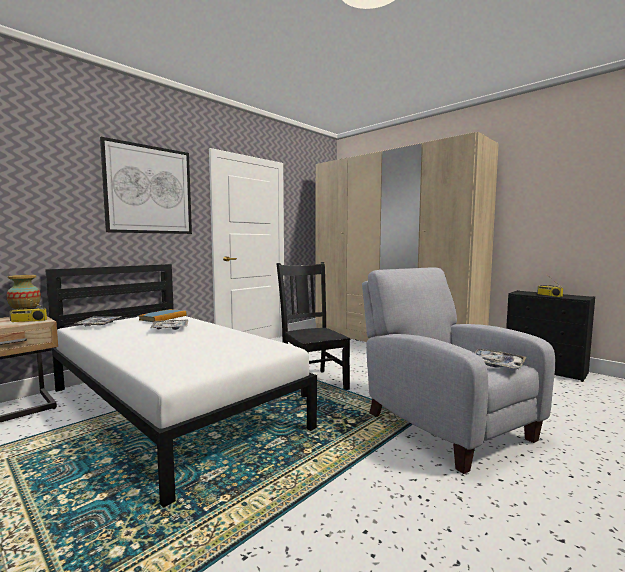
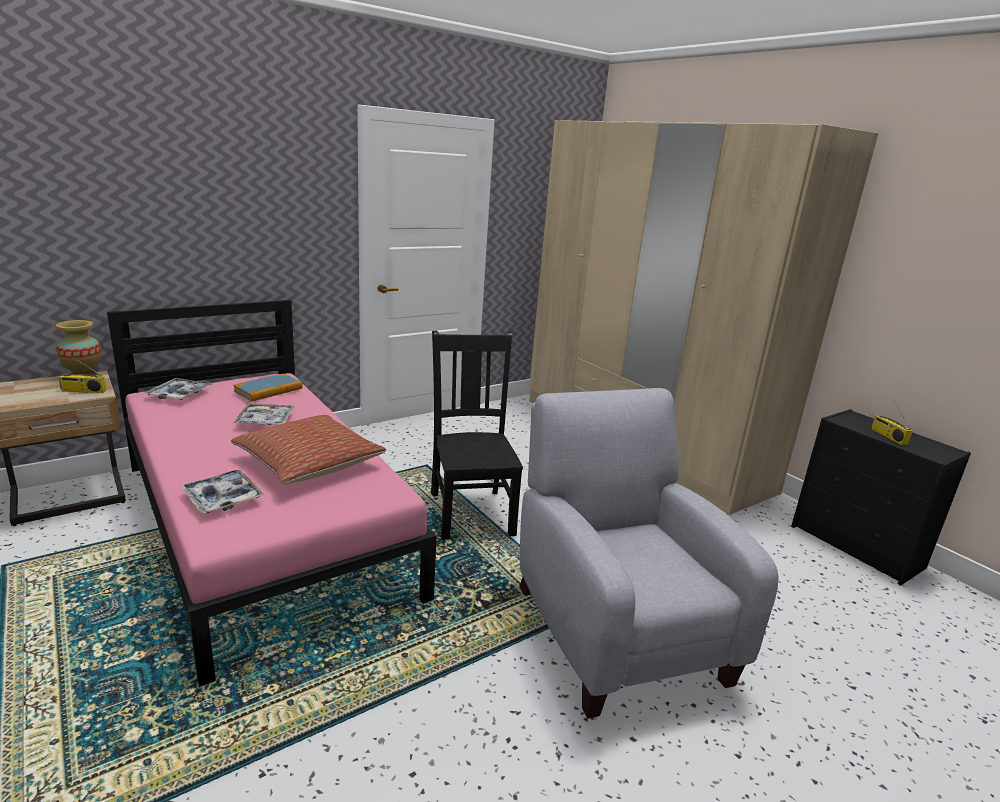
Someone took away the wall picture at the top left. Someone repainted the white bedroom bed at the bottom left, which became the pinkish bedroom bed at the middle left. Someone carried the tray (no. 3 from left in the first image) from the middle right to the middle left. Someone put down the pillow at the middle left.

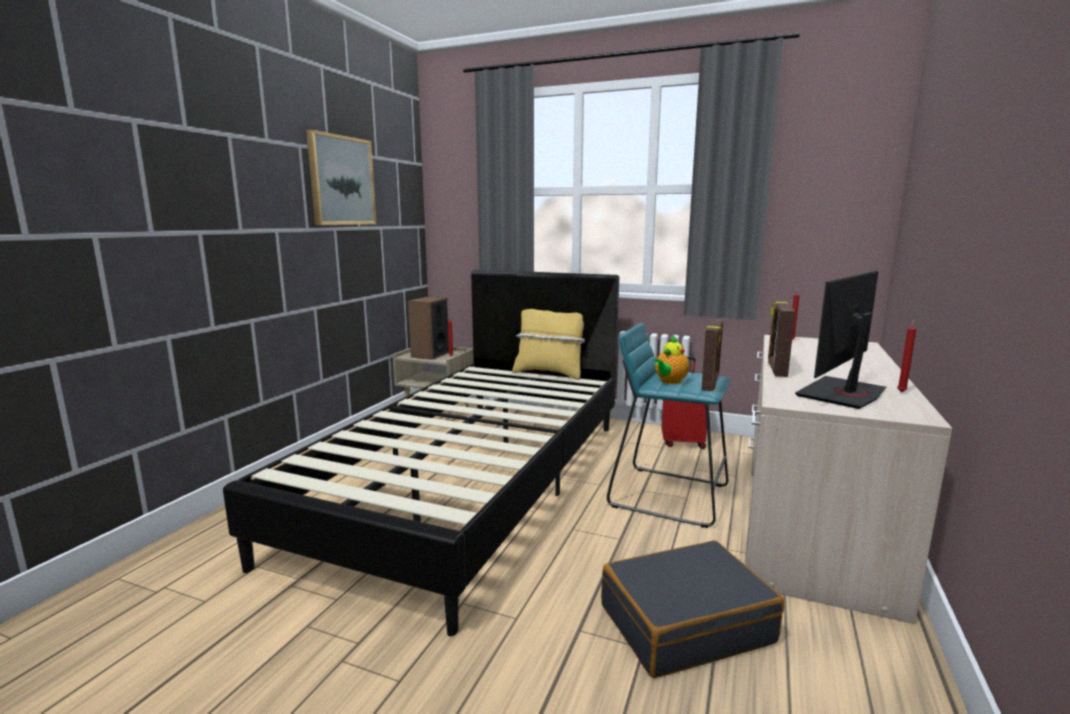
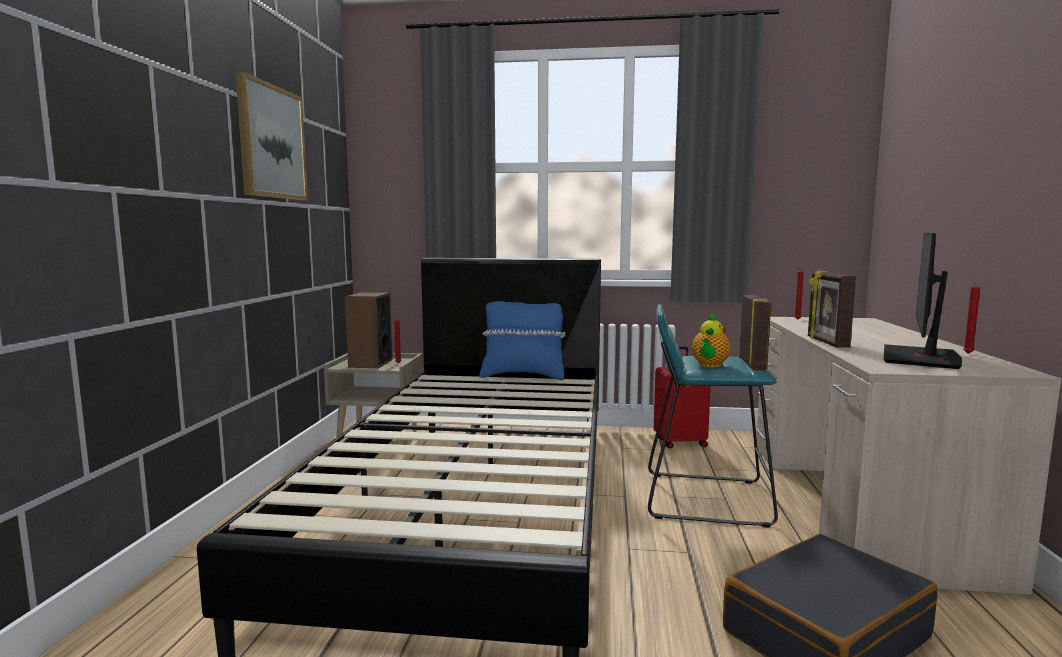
Someone repainted the yellow-coloured pillow at the centre, which became the blue-coloured pillow at the centre.

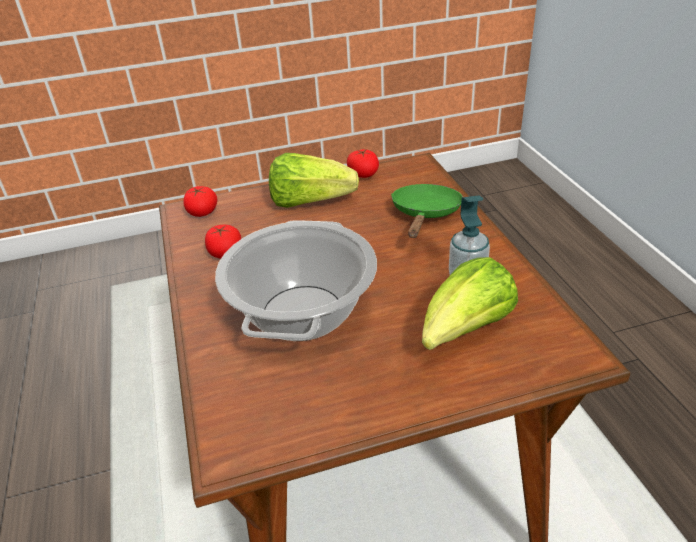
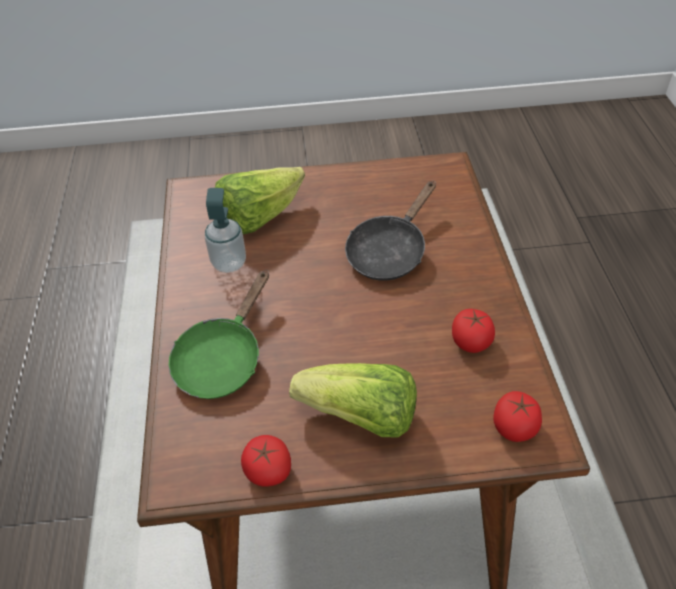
Someone swapped the cooking pot at the centre for the blackish frying pan at the centre.

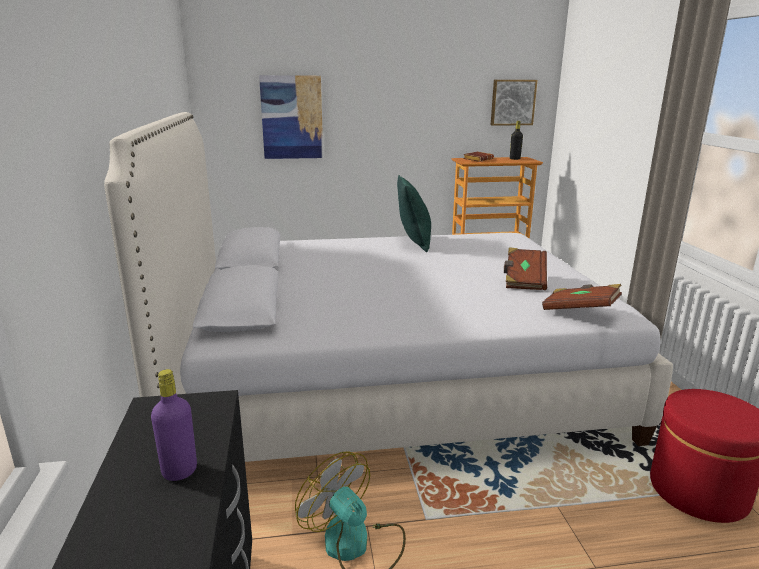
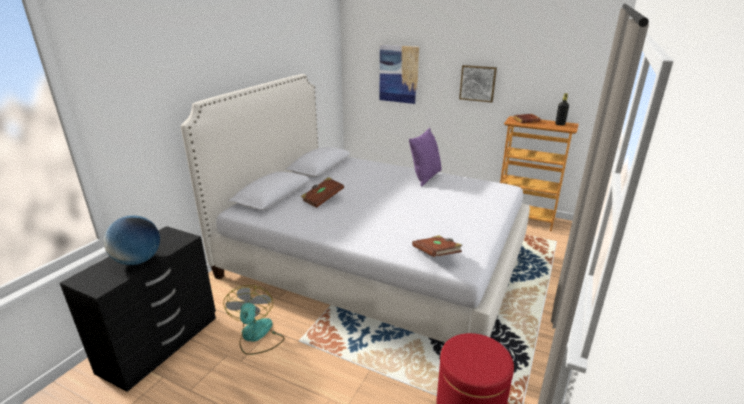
Someone carried the wall picture (no. 2 from left) from the top right to the top centre. Someone repainted the green-coloured pillow at the centre, which became the purplish pillow at the centre. Someone carried the brown-coloured book (no. 2 from left in the first image) from the middle right to the centre. Someone swapped the purplish drink bottle at the bottom left for the globe at the middle left.

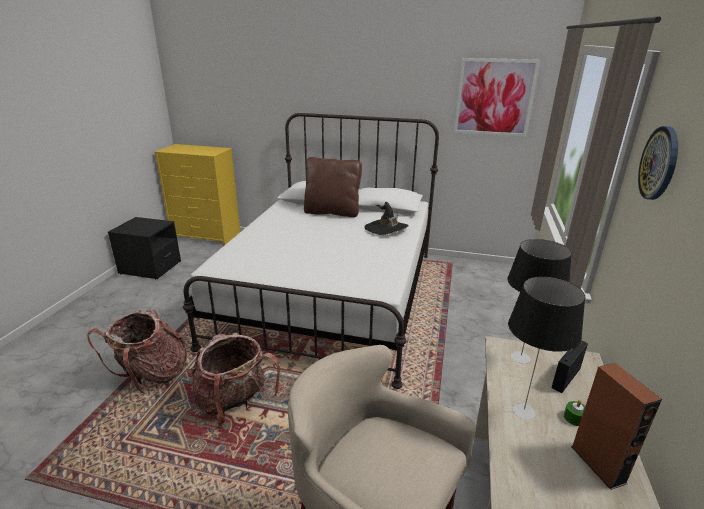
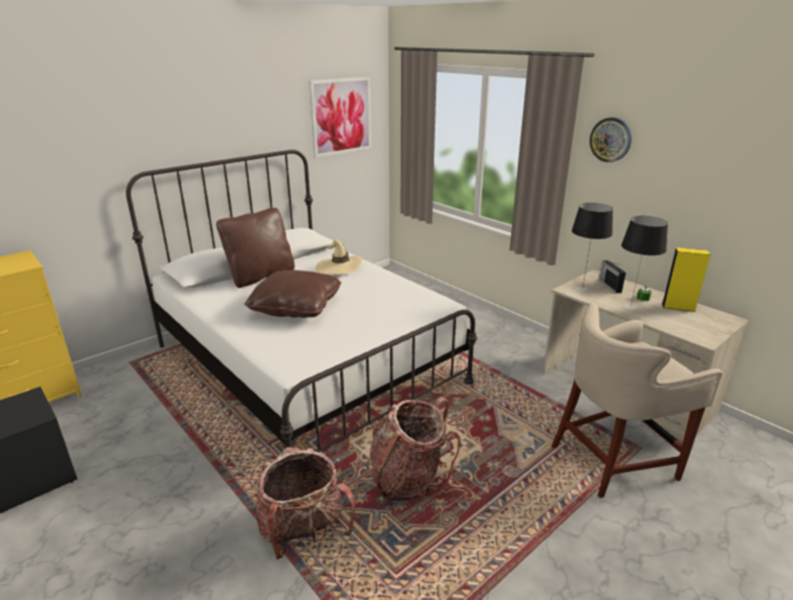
Someone repainted the blackish clothing hat at the centre, which became the beige clothing hat at the centre. Someone repainted the brown-coloured loudspeaker at the bottom right, which became the yellow-coloured loudspeaker at the middle right. Someone put down the brown-coloured pillow (no. 2 from left) at the centre.

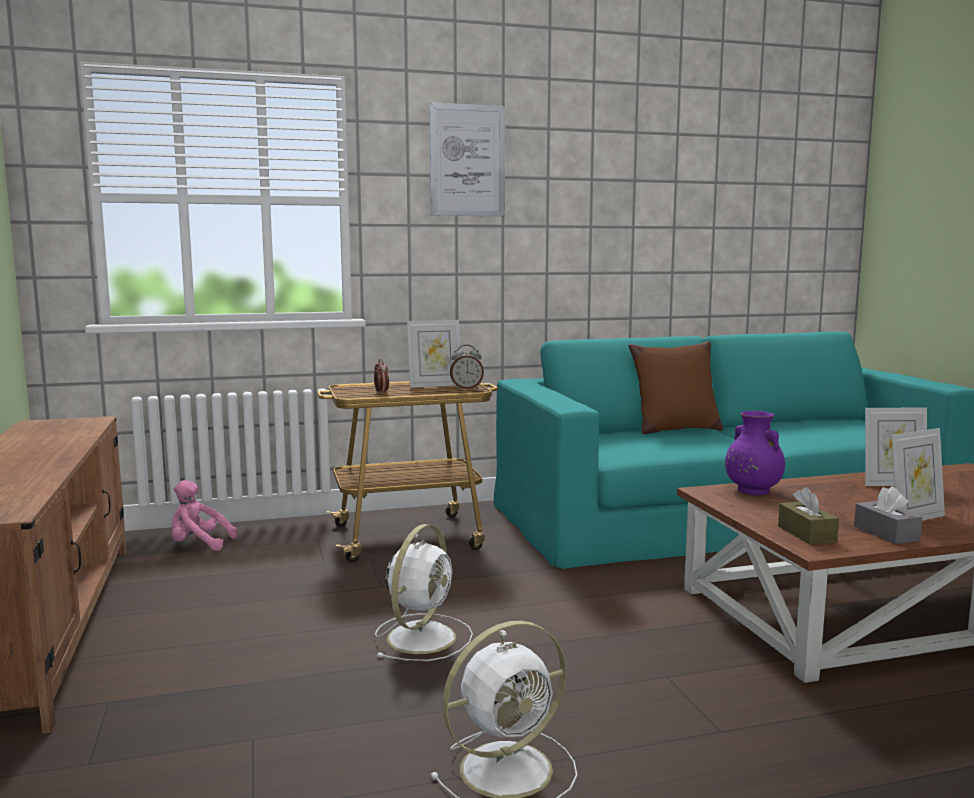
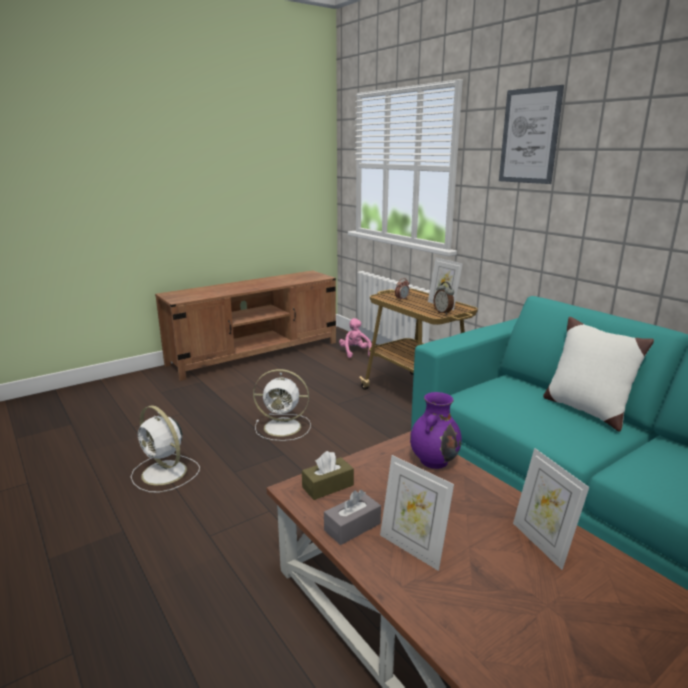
Someone repainted the brown-coloured pillow at the middle right, which became the white pillow at the middle right.

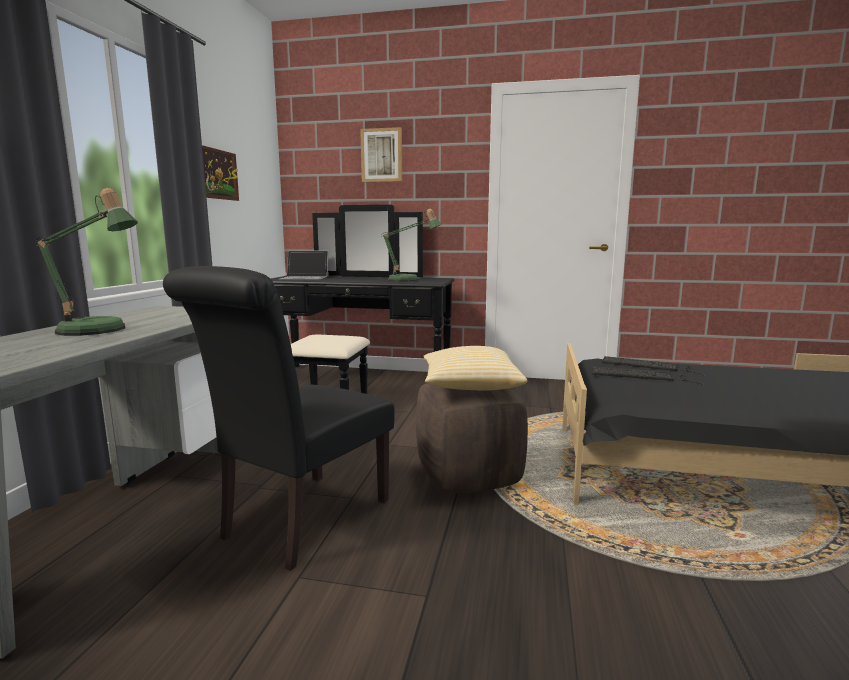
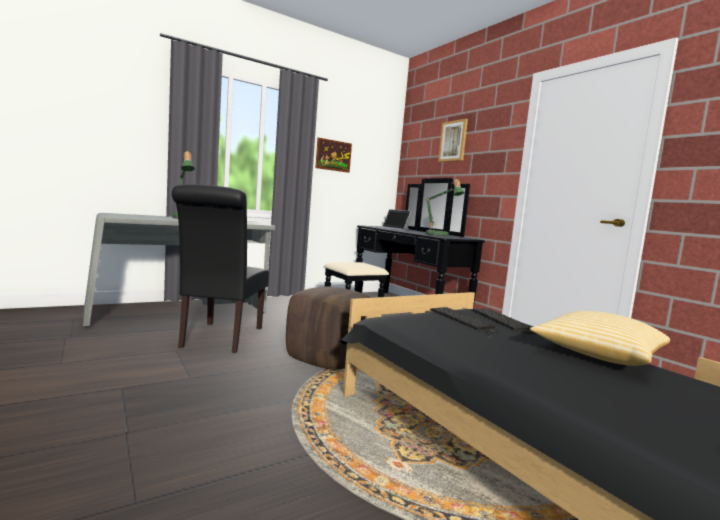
Someone rotated the blackish chair at the middle left by 75 degrees counterclockwise. Someone carried the pillow from the centre to the middle right.

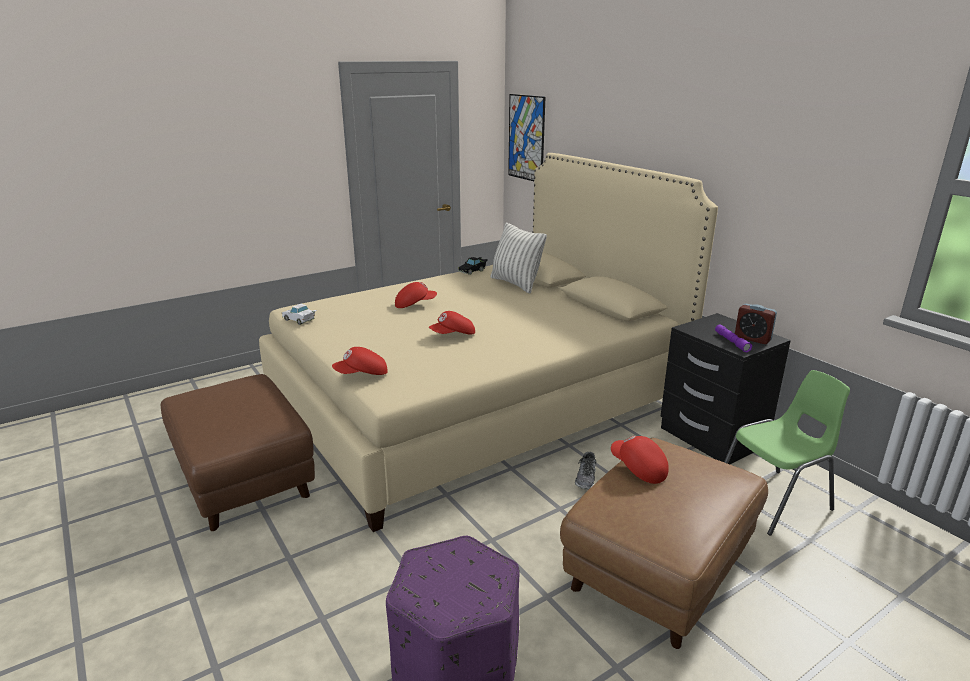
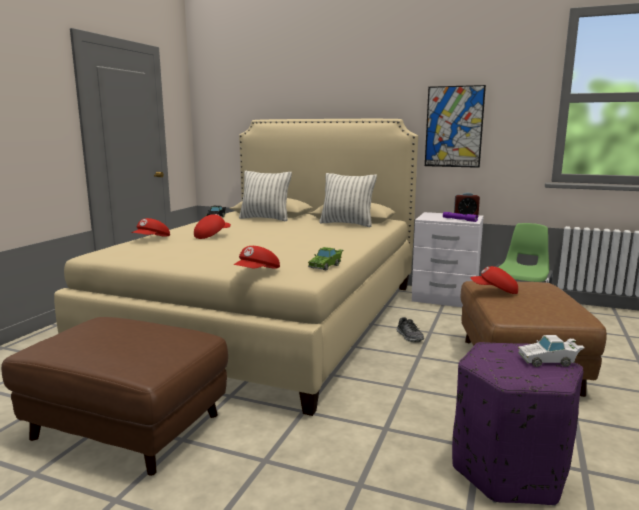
Someone carried the wall picture from the top centre to the top right. Someone carried the white model car from the middle left to the bottom right. Someone carried the reddish cap (no. 3 from left in the first image) from the centre to the middle left. Someone repainted the blackish night table at the middle right, which became the white night table at the middle right. Someone put down the pillow (no. 2 from left) at the centre. Someone put down the green-coloured model car at the centre.

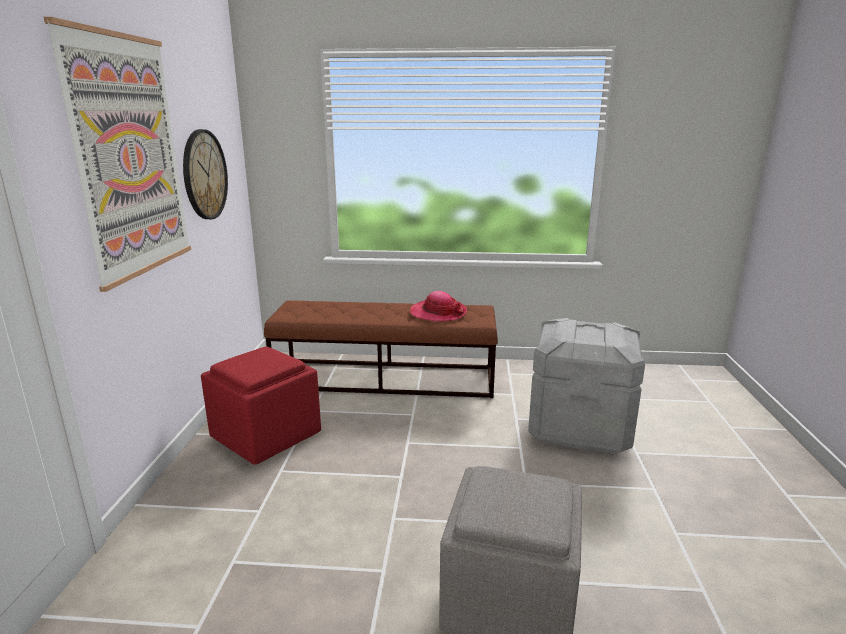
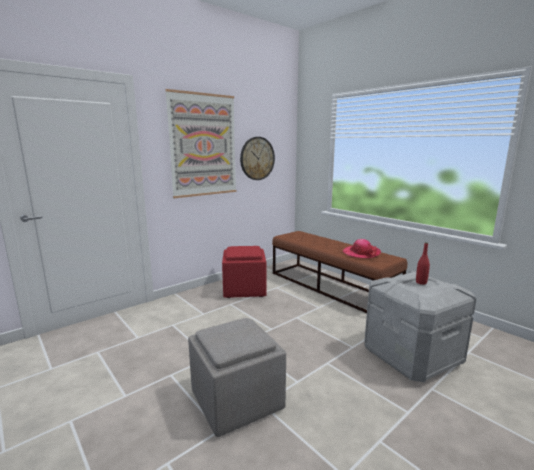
Someone put down the reddish drink bottle at the middle right.

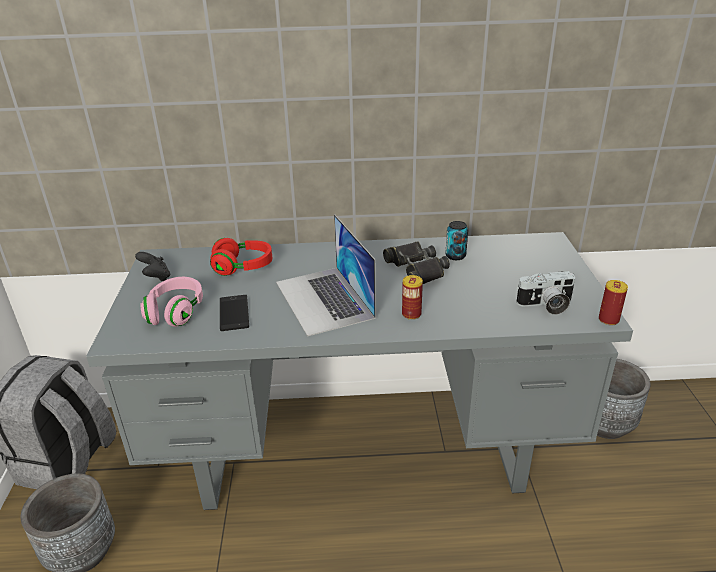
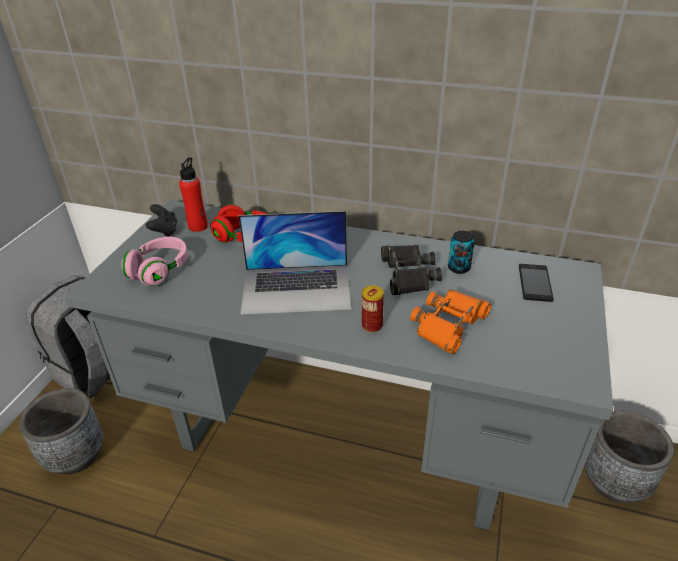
Someone rotated the notebook computer at the centre by 90 degrees counterclockwise. Someone took away the still camera at the middle right. Someone took away the sealed can (no. 3 from left) at the middle right. Someone carried the telephone from the middle left to the middle right. Someone put down the reddish drink bottle at the middle left. Someone put down the orange-coloured field glasses at the centre.

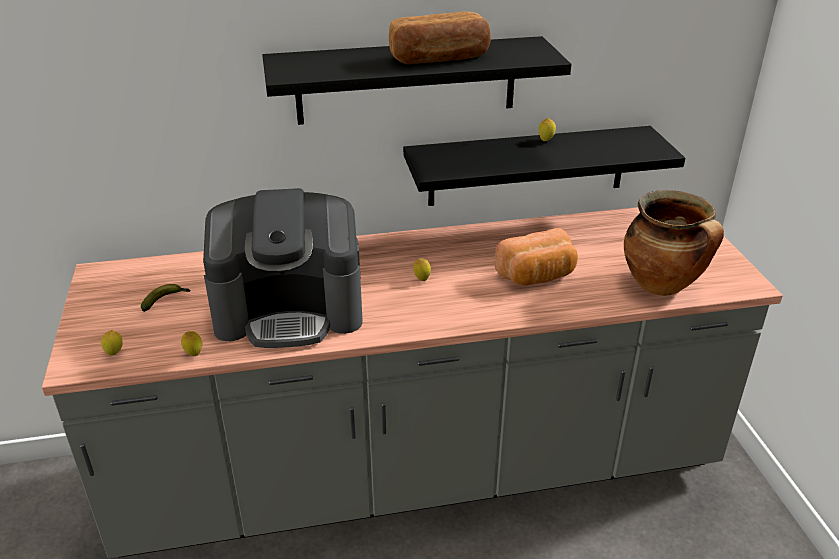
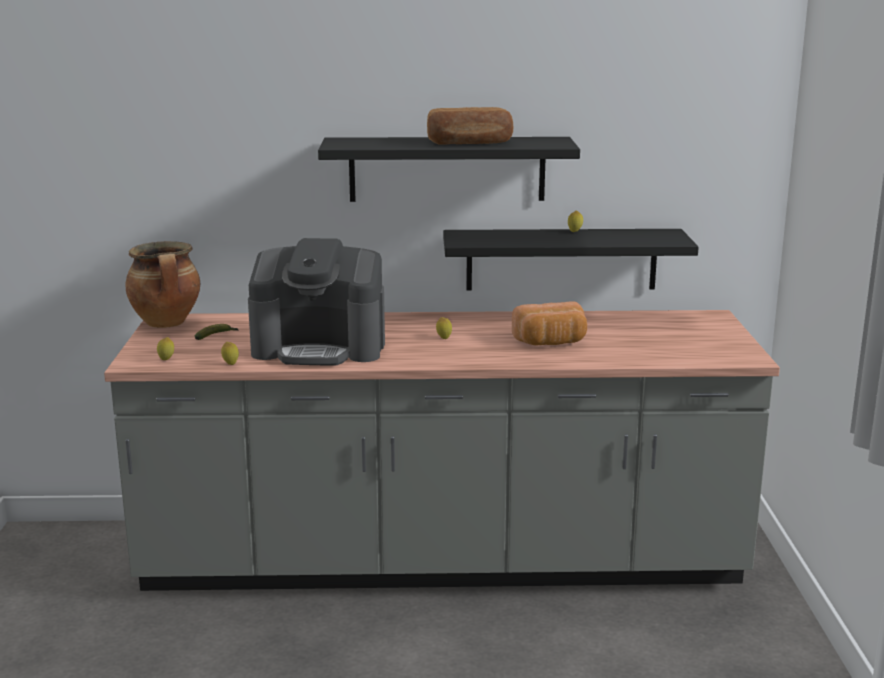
Someone carried the cooking pot from the middle right to the middle left.

